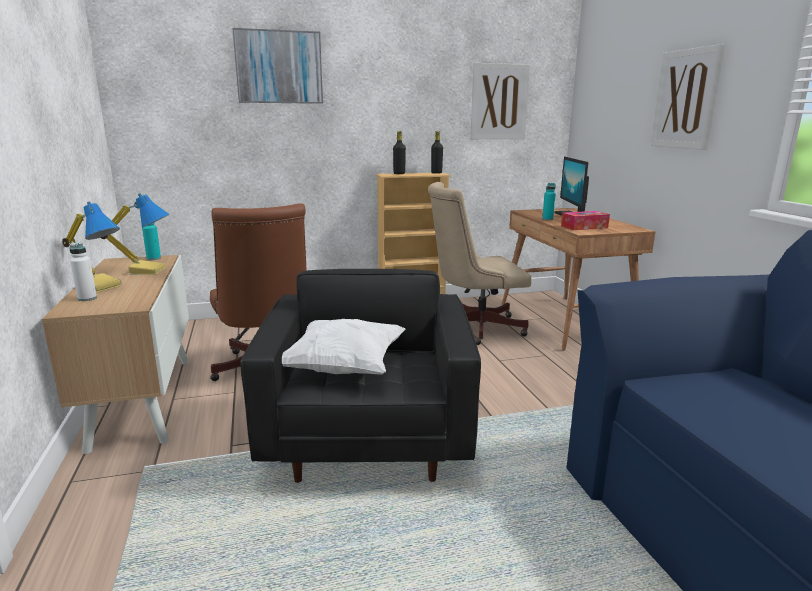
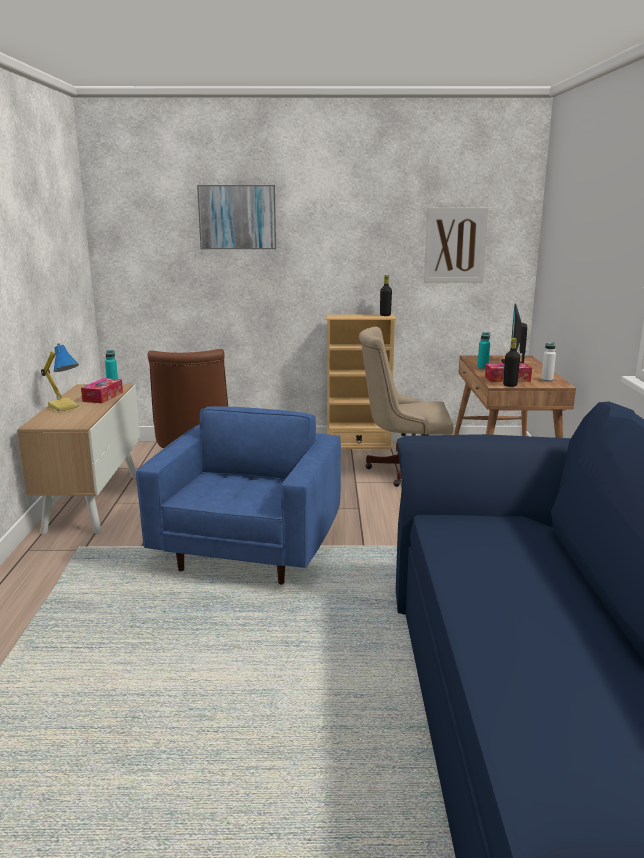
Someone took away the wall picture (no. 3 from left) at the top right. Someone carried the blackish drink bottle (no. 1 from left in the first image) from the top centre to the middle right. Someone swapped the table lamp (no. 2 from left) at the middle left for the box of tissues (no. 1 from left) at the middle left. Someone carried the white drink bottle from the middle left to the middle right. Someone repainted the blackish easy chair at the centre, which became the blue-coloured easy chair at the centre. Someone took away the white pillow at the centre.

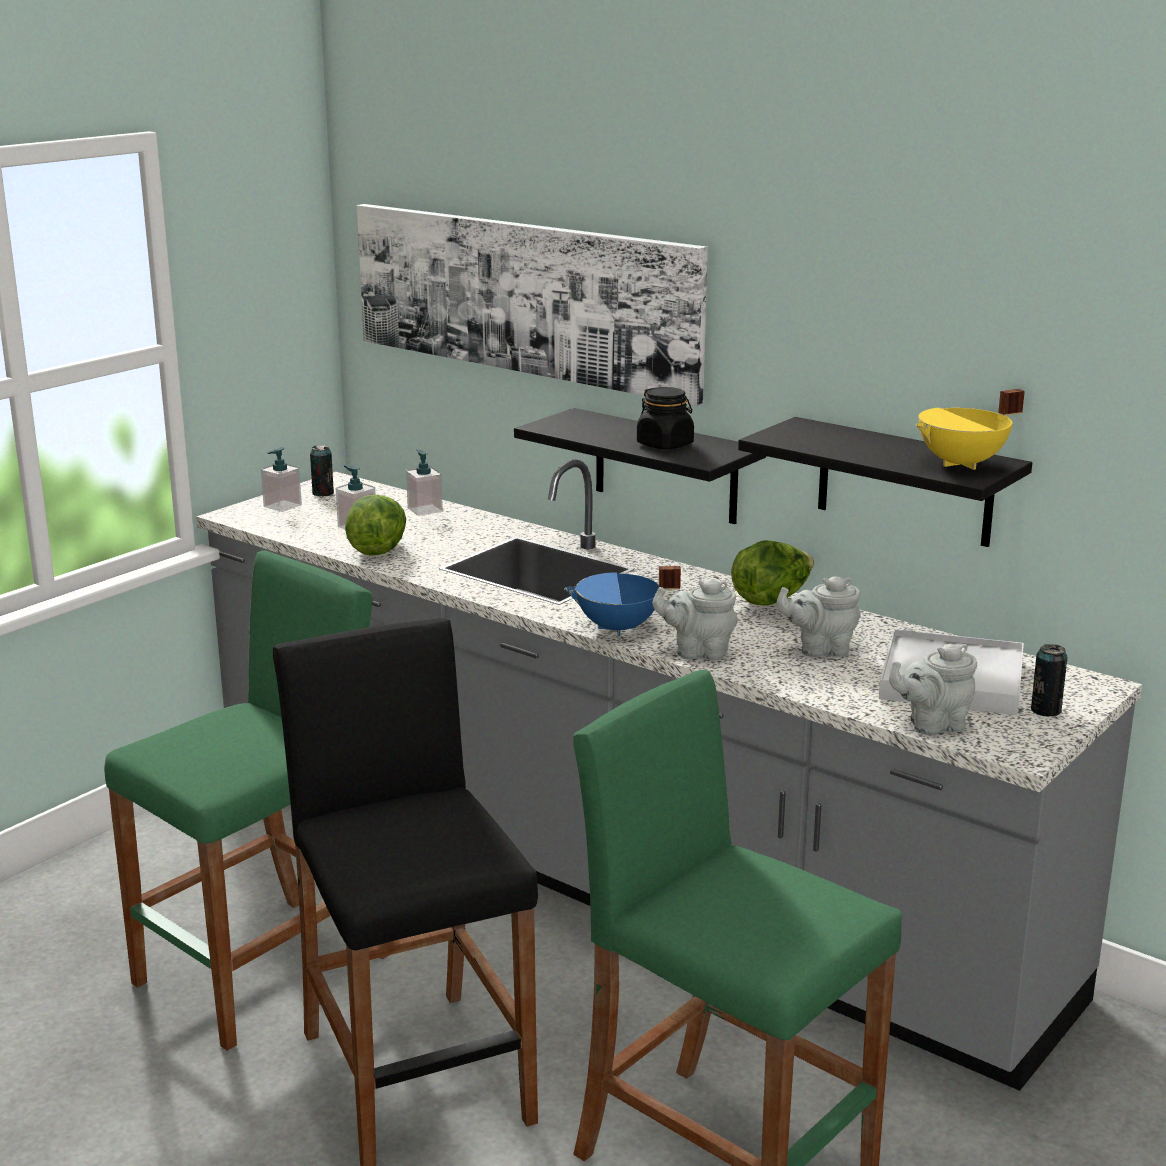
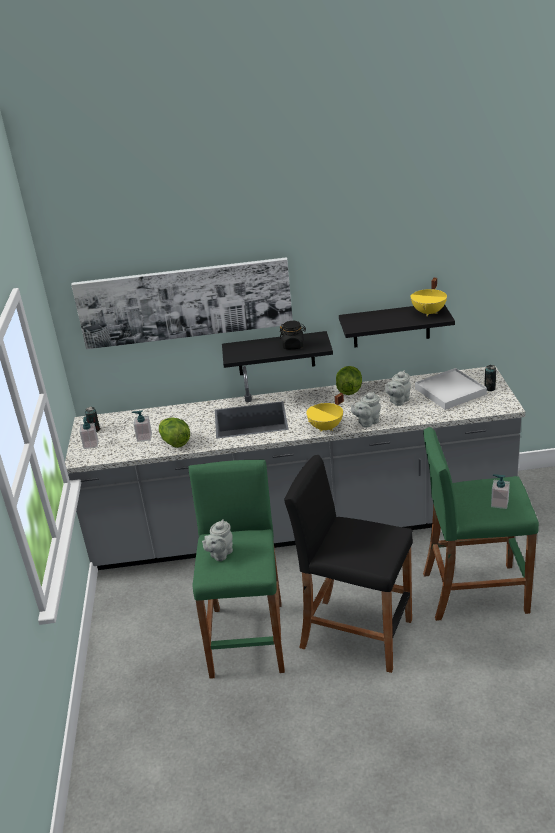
Someone carried the soap bottle (no. 3 from left) from the centre to the middle right. Someone repainted the blue-coloured cooking pot at the centre, which became the yellow-coloured cooking pot (no. 1 from left) at the centre. Someone carried the gray tea pot (no. 3 from left in the first image) from the middle right to the centre.

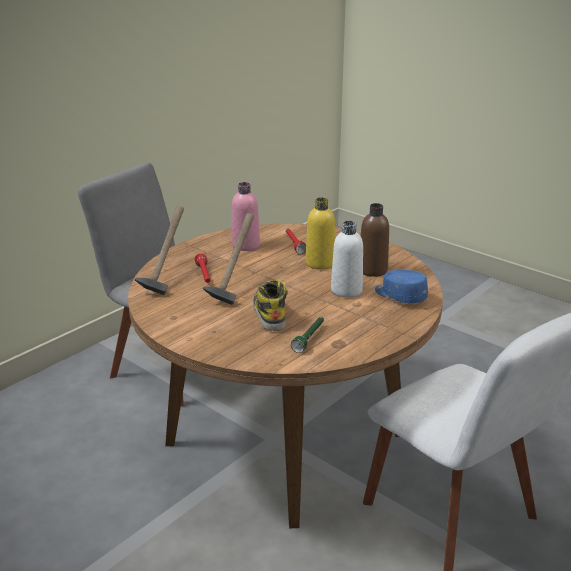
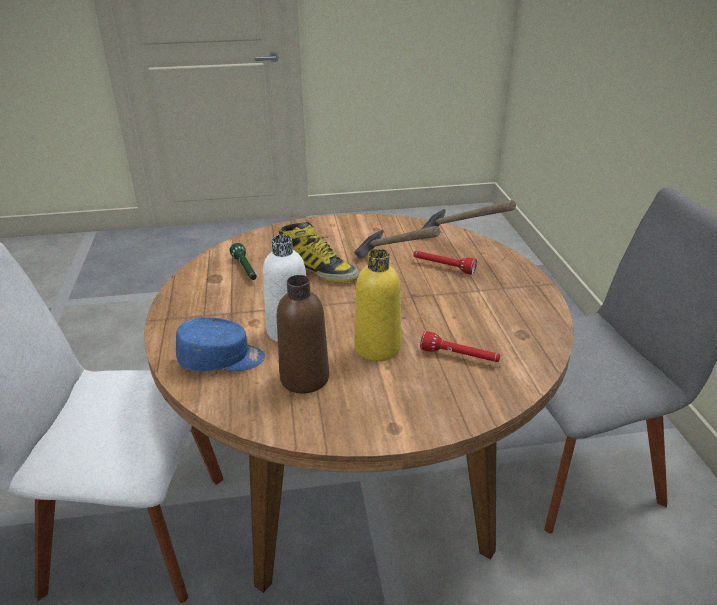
Someone took away the pinkish drink bottle at the centre.

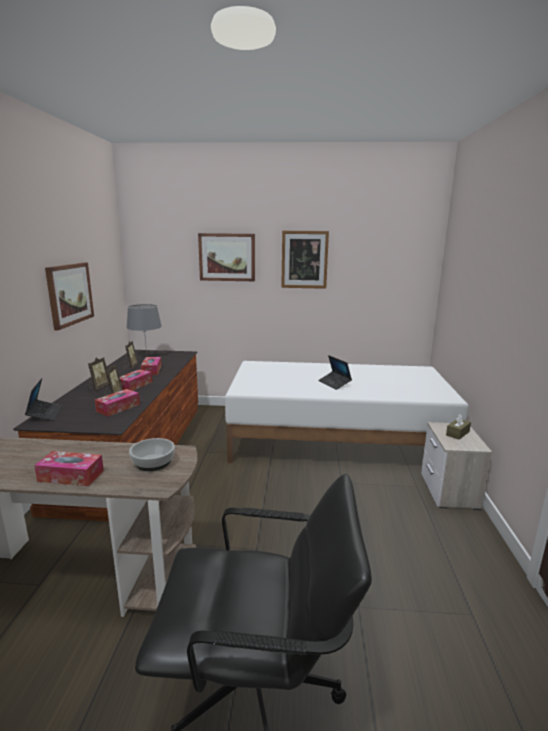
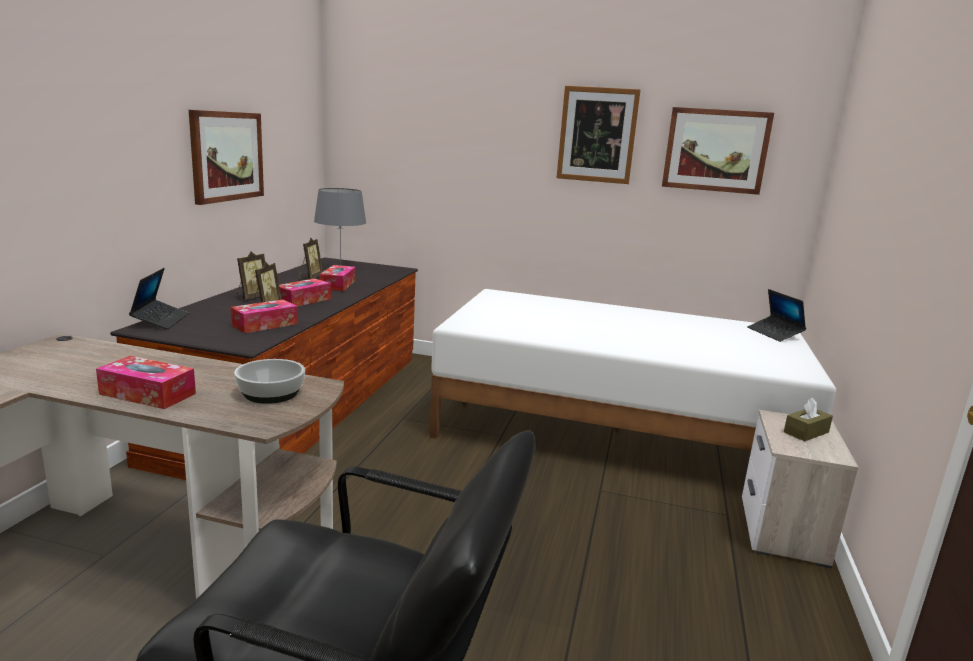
Someone carried the wall picture (no. 2 from left in the first image) from the centre to the top right. Someone carried the notebook computer (no. 2 from left) from the centre to the middle right.

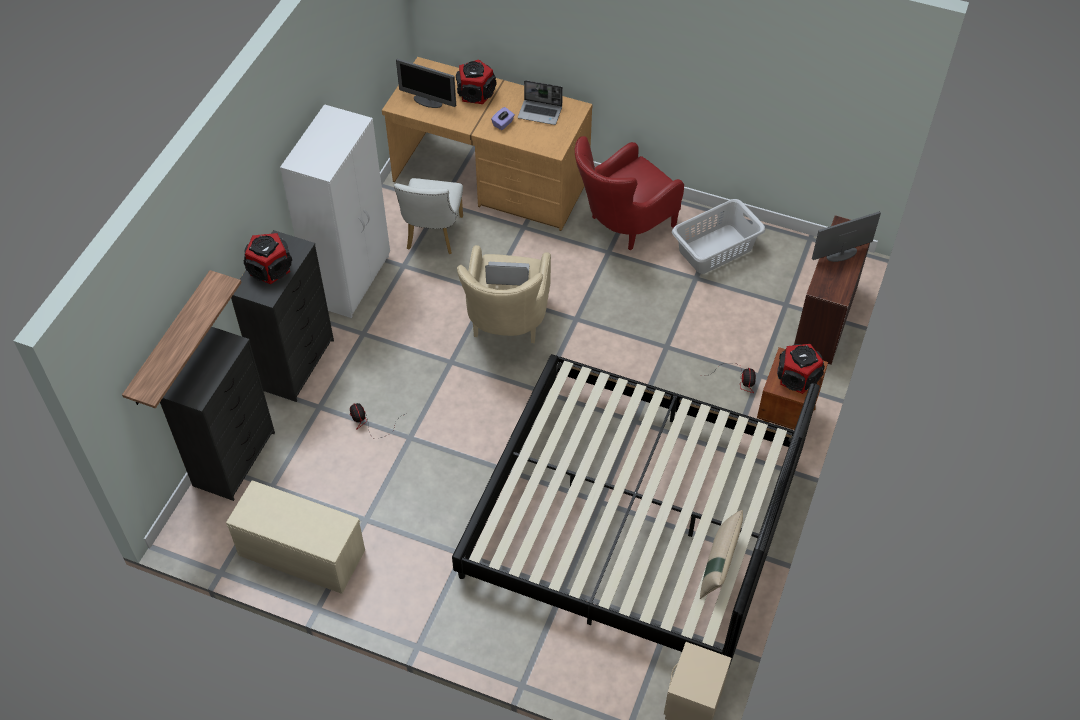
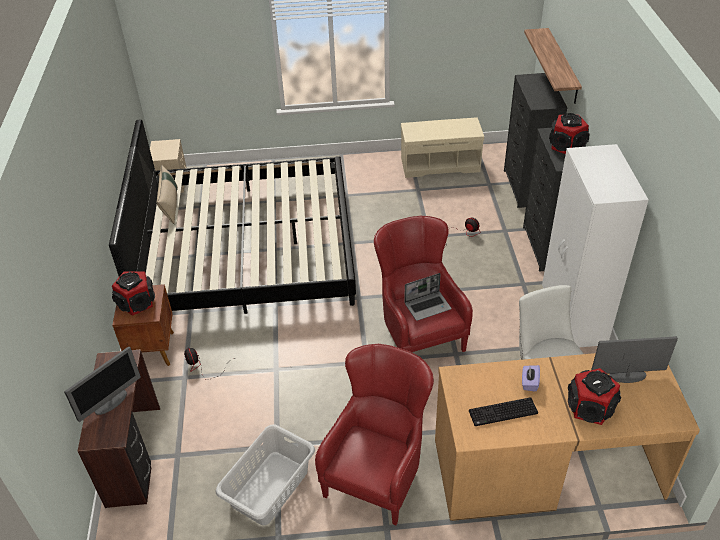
Someone swapped the notebook computer (no. 2 from left) at the top centre for the PC keyboard at the bottom right. Someone repainted the beige easy chair at the centre, which became the reddish easy chair (no. 2 from left) at the centre.

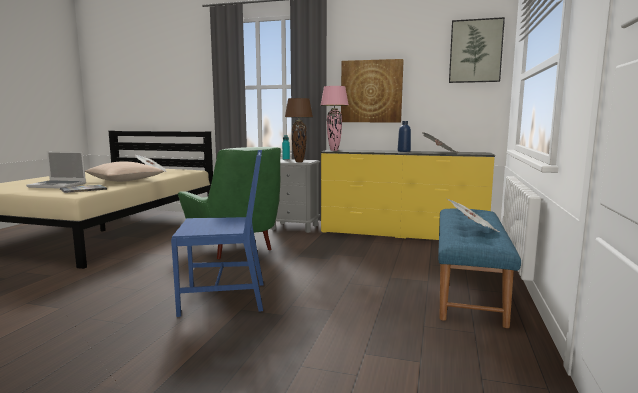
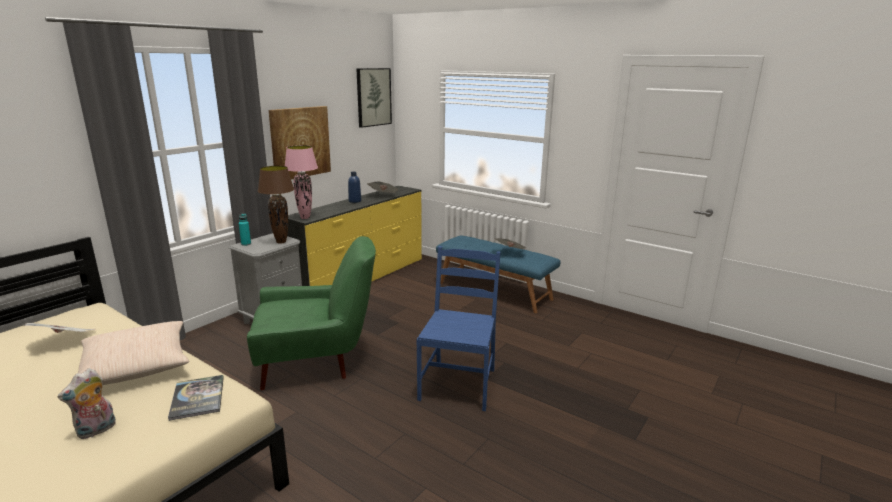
Someone swapped the notebook computer at the middle left for the soft toy at the bottom left.

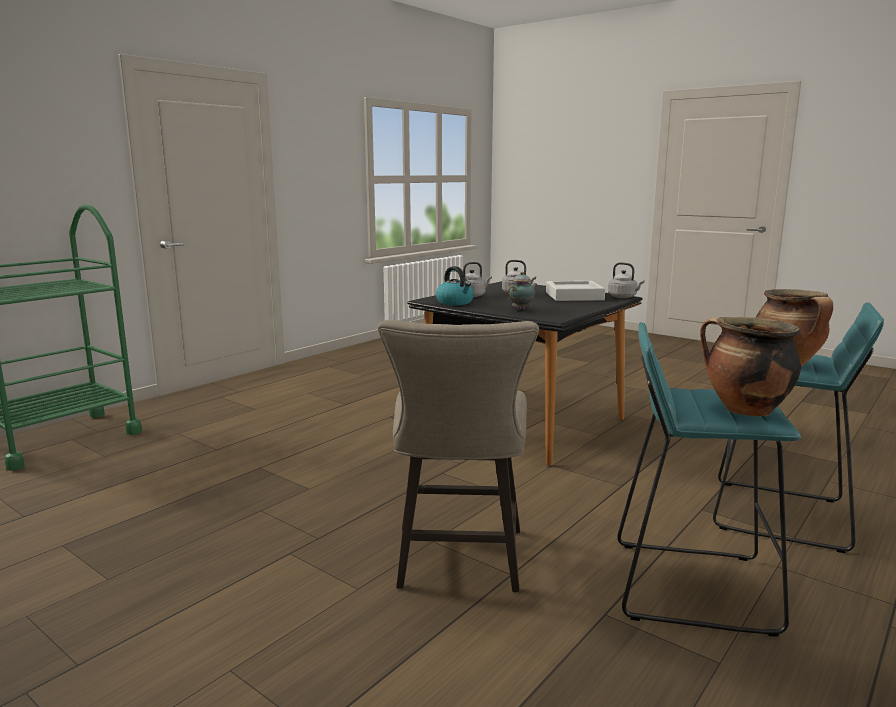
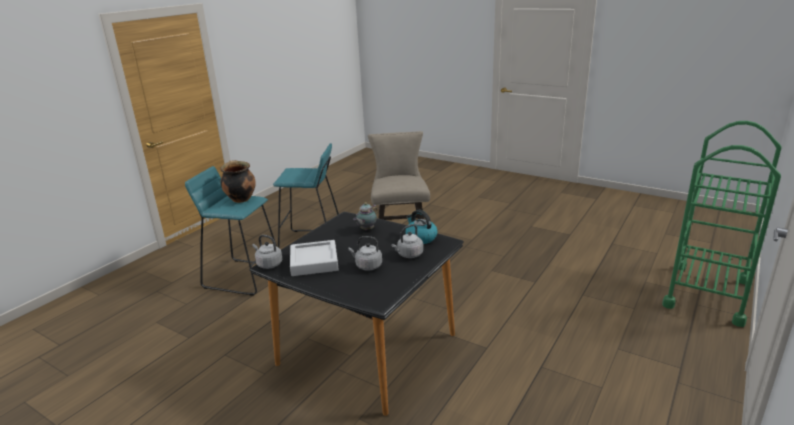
Someone took away the cooking pot (no. 1 from left) at the middle right.

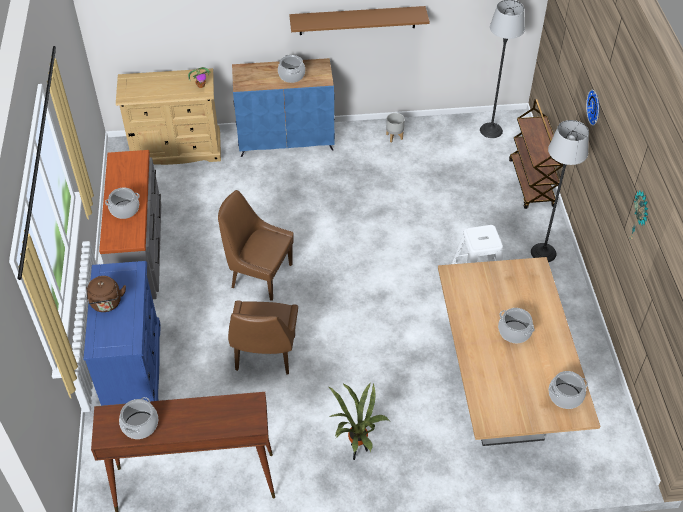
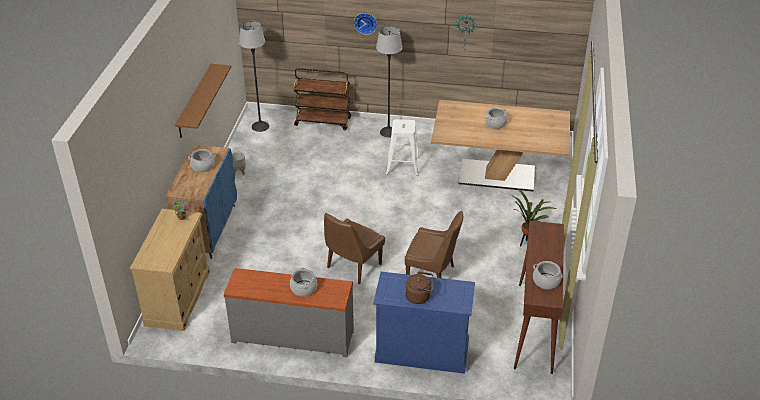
Someone took away the cooking pot (no. 5 from left) at the bottom right.

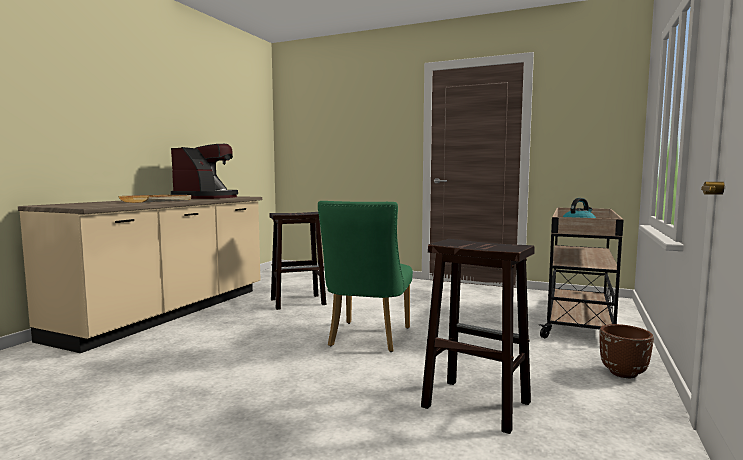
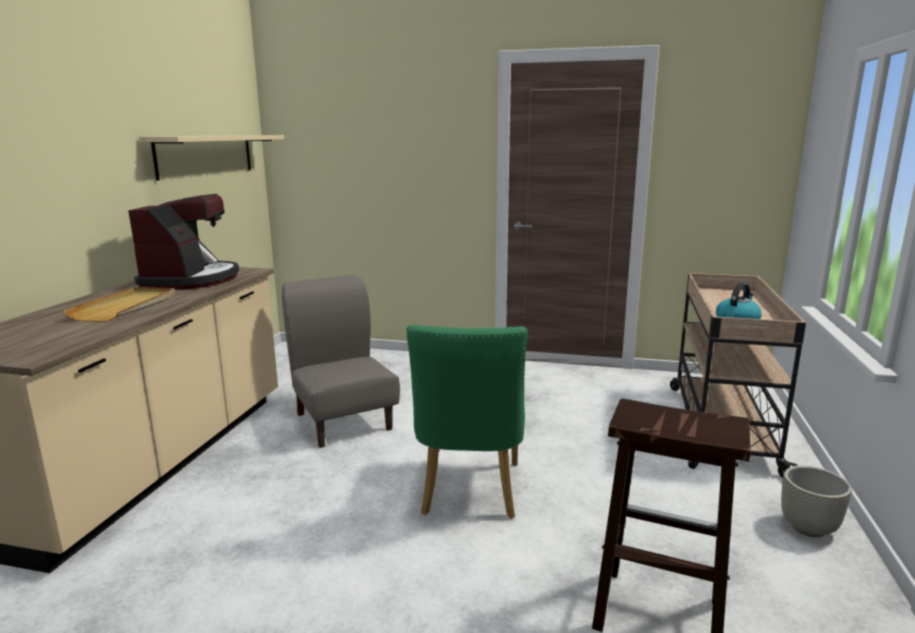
Someone swapped the brown-coloured sitting stool (no. 1 from left) at the centre for the gray chair at the centre. Someone repainted the brown-coloured flower pot at the bottom right, which became the gray flower pot at the bottom right. Someone put up the beige wall shelf at the top left.

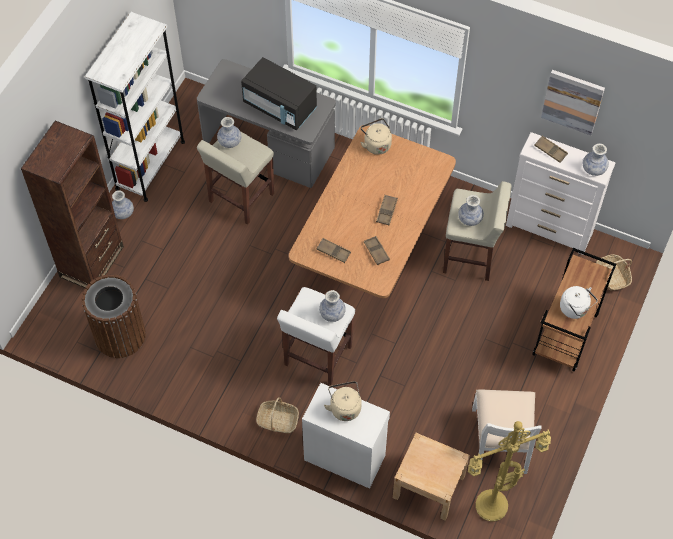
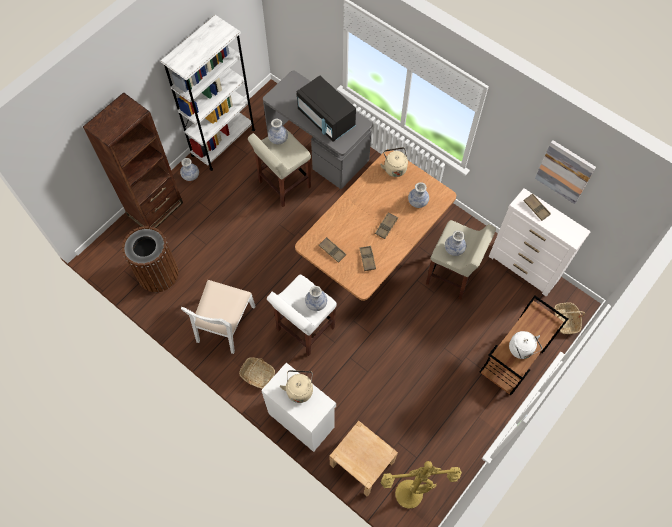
Someone carried the decorative vase (no. 5 from left in the first image) from the top right to the centre. Someone carried the white chair from the bottom right to the middle left.

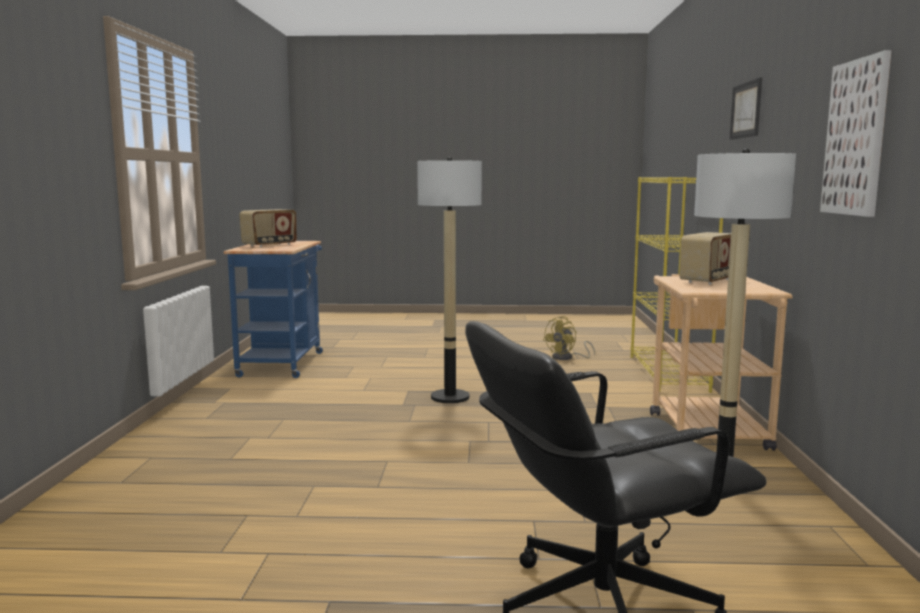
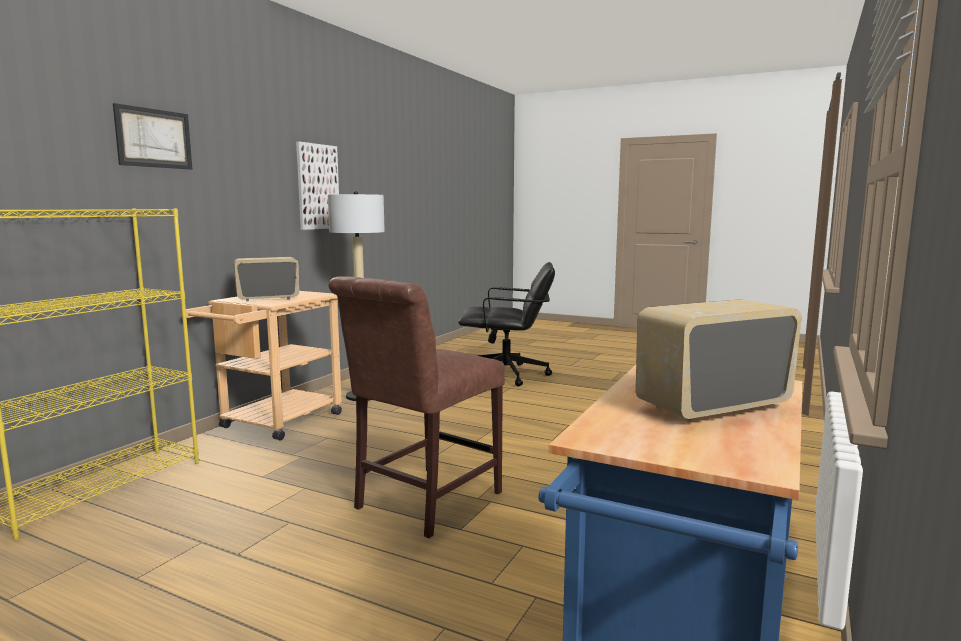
Someone swapped the standard lamp (no. 1 from left) at the centre for the brown-coloured chair at the centre. Someone took away the yellow-coloured fan at the centre.

